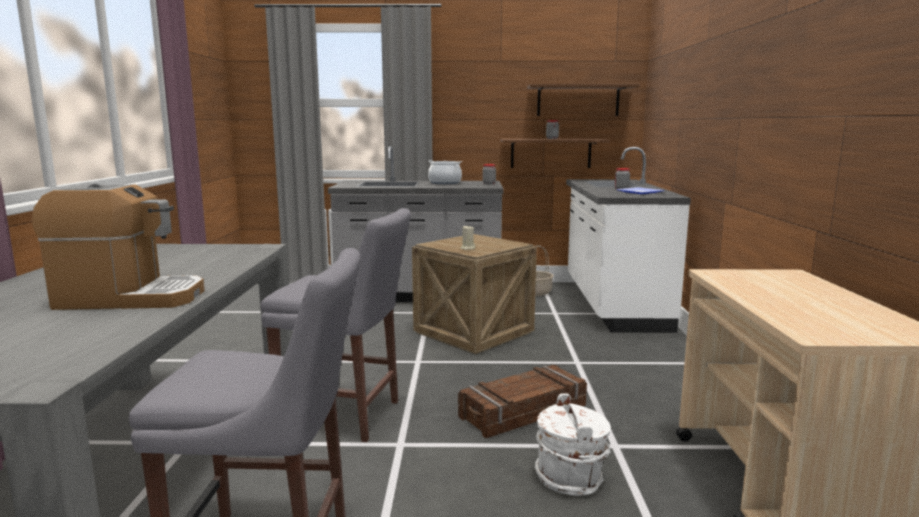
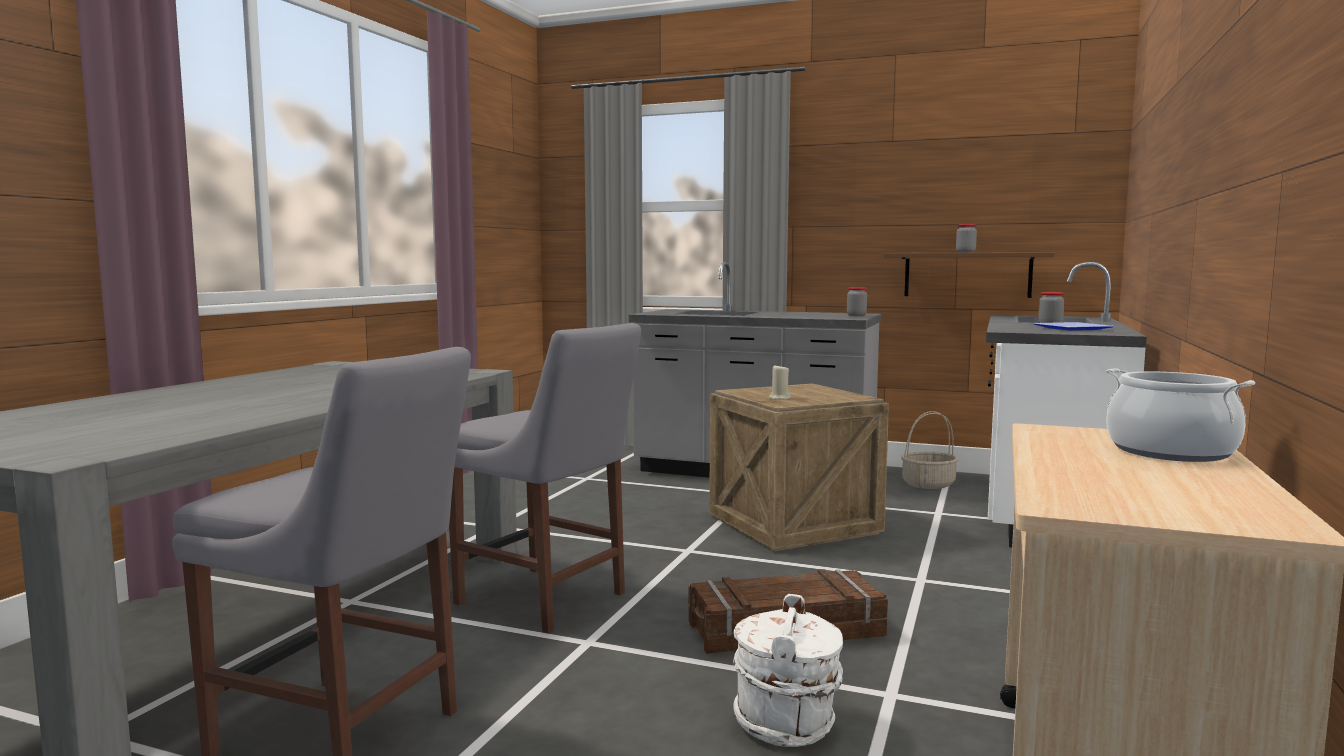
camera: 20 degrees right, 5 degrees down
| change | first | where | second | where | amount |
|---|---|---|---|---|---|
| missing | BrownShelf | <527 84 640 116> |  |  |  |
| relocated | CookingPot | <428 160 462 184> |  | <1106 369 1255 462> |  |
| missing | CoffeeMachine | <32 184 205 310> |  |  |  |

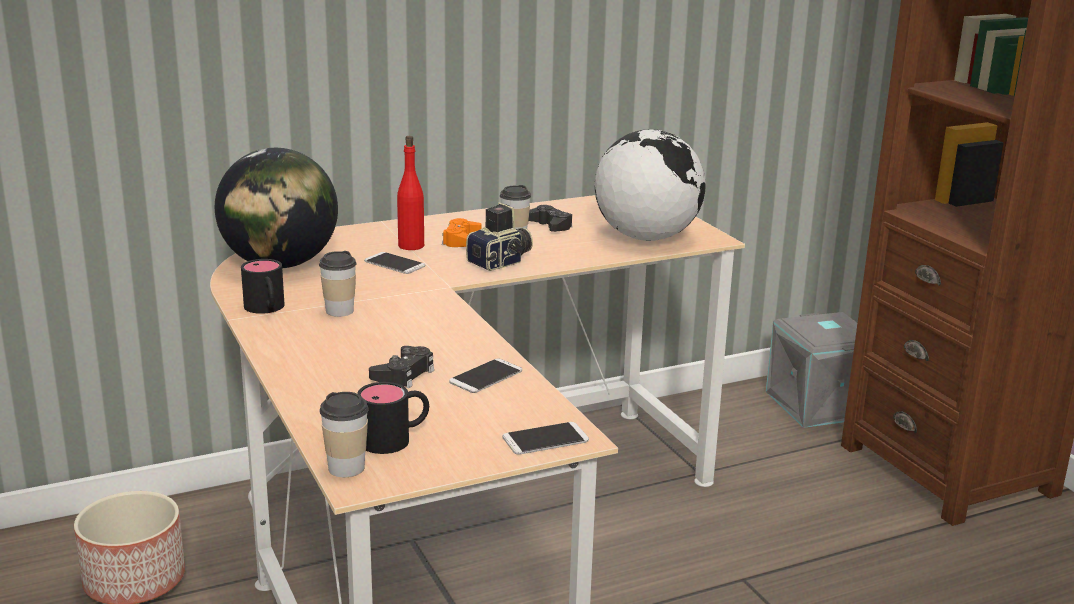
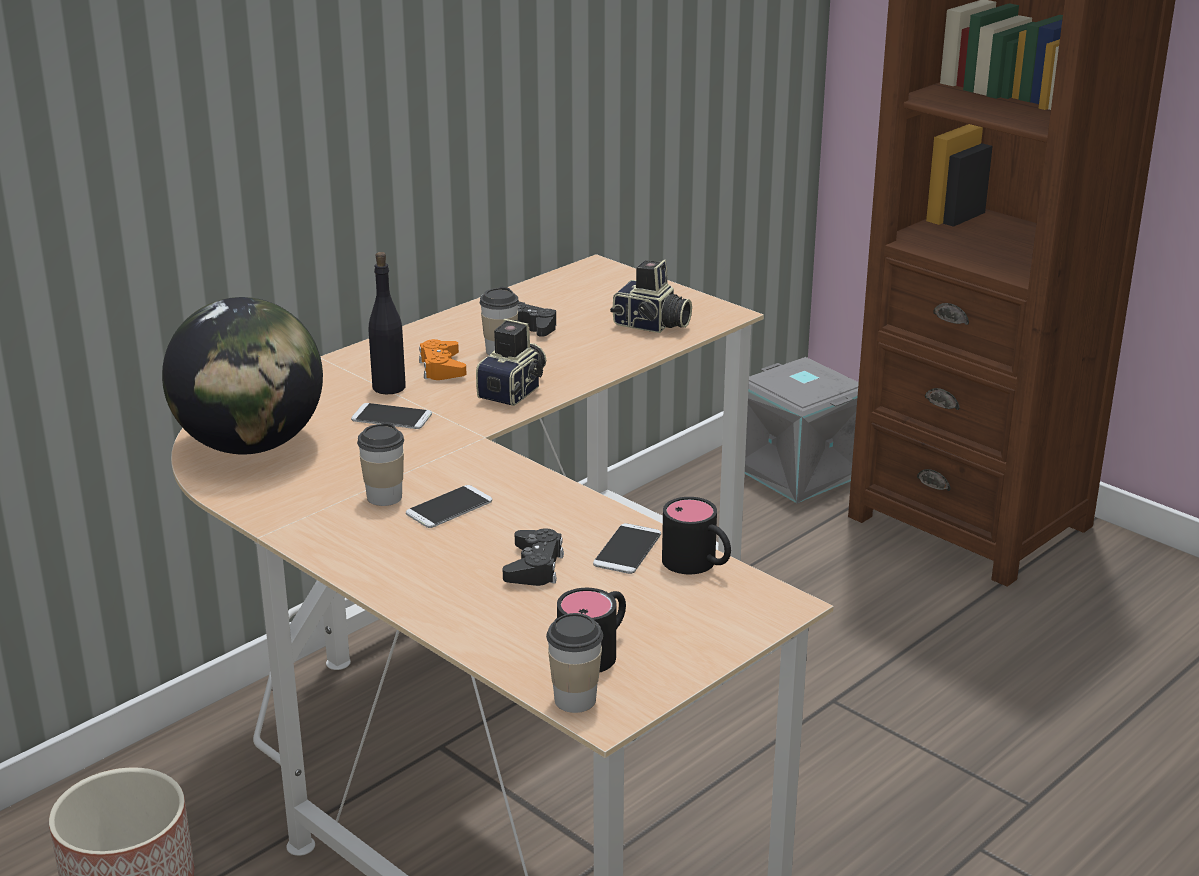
camera: 20 degrees left, 5 degrees up
| change | first | where | second | where | amount |
|---|---|---|---|---|---|
| exchanged | Globe | <594 129 706 241> | PhotoCamera | <610 260 692 333> |  |
| colour | RedBottle | <397 136 424 250> | BlackBottle | <369 252 406 394> |  |
| relocated | BlackMug | <241 259 285 314> |  | <662 497 731 574> |  |
| relocated | Phone | <502 422 589 455> |  | <406 485 492 528> |  |

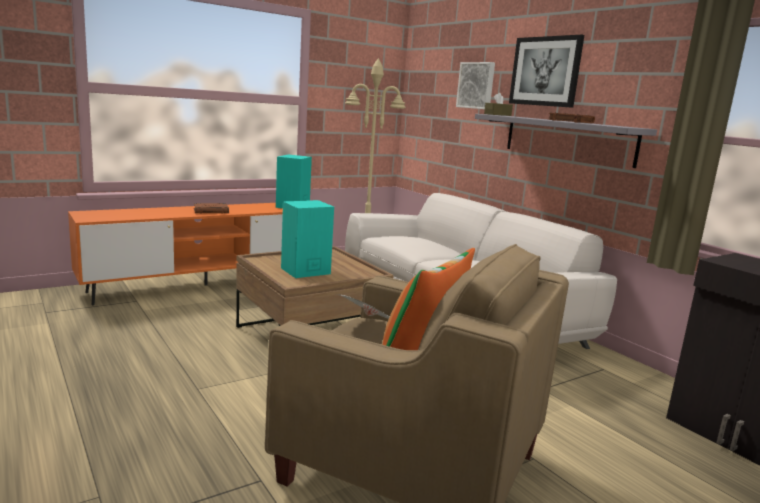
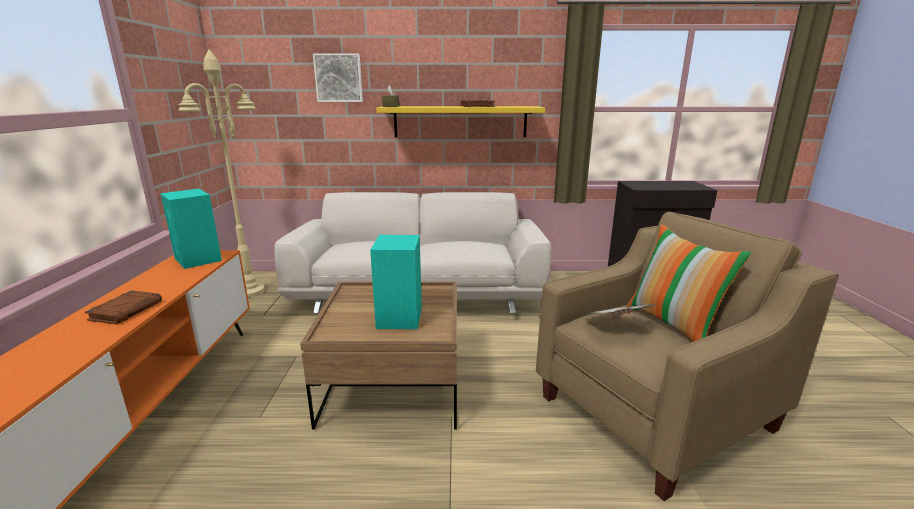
camera: 55 degrees left, 5 degrees up
| change | first | where | second | where | amount |
|---|---|---|---|---|---|
| missing | Picture | <509 35 584 108> |  |  |  |
| colour | GreyShelf | <475 114 657 168> | YellowShelf | <376 106 545 137> |  |

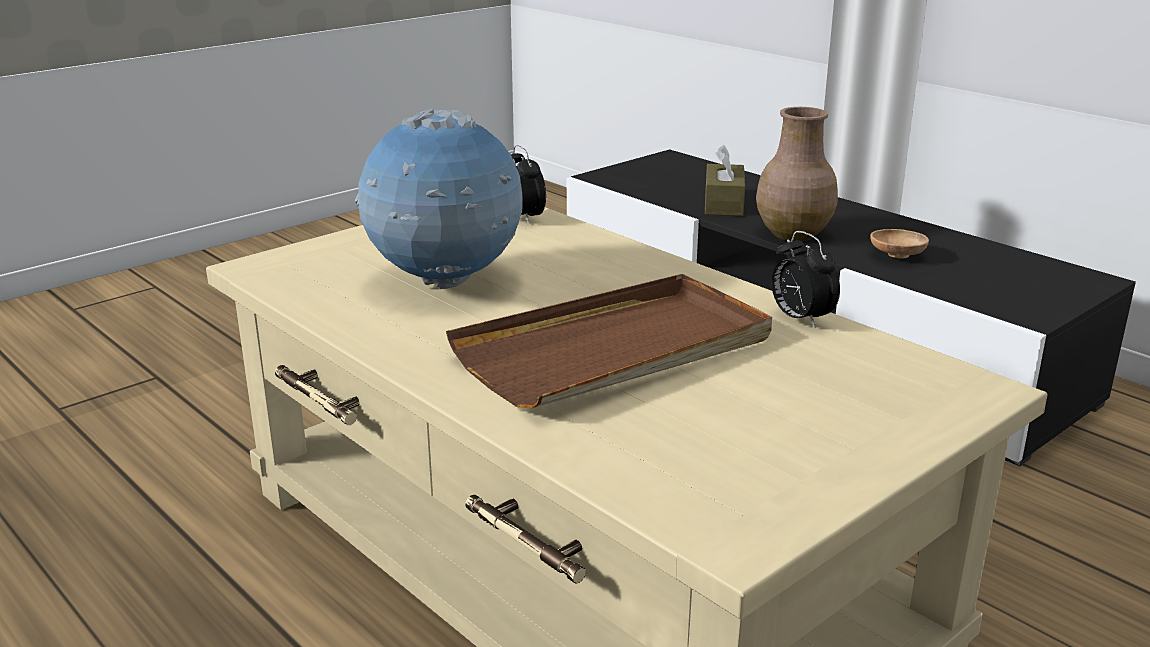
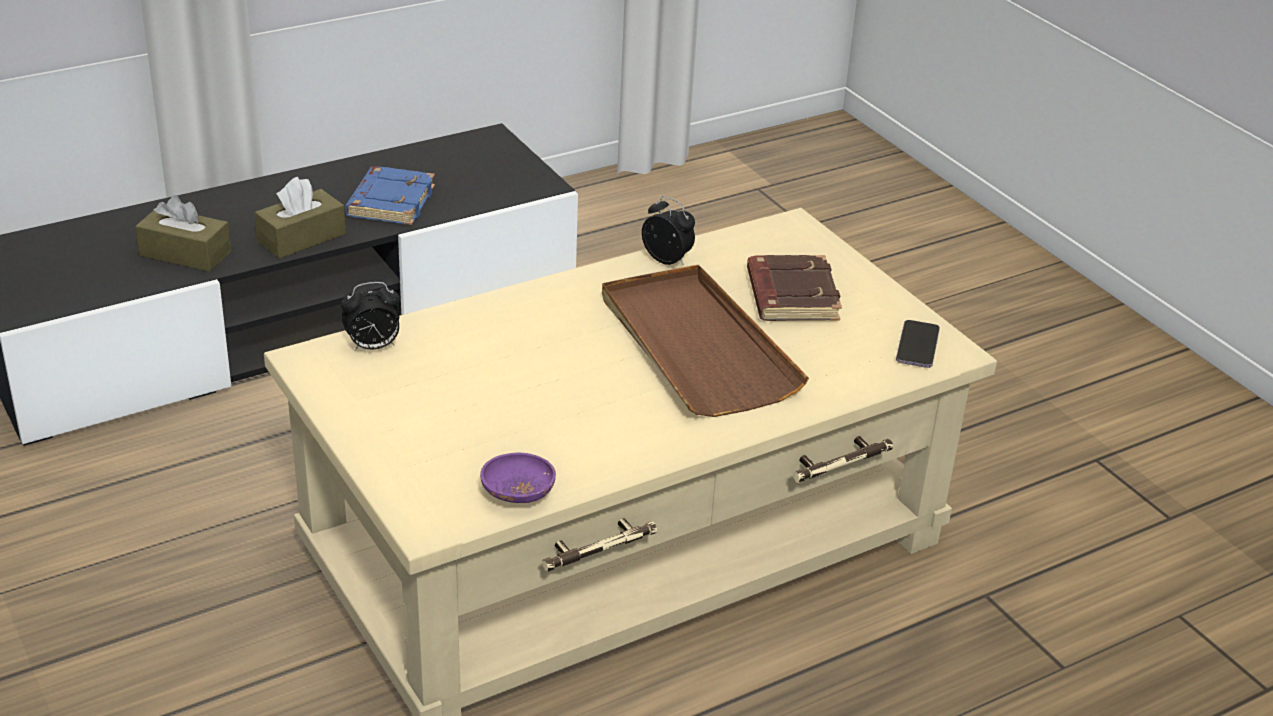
camera: 80 degrees left, 10 degrees up
| change | first | where | second | where | amount |
|---|---|---|---|---|---|
| exchanged | BrownVase | <756 107 838 241> | BrownTissueBox | <254 177 346 259> |  |
| missing | Globe | <355 109 523 289> |  |  |  |
| exchanged | BrownBowl | <870 229 929 259> | BlueBook | <345 166 435 225> |  |
| spun | AlarmClock | <772 231 840 328> |  | <642 196 695 266> | 120 degrees counterclockwise |
| appeared |  |  | BrownBook | <747 255 842 321> |  |
| appeared |  |  | Phone | <896 320 940 368> |  |
| appeared |  |  | PurpleBowl | <480 453 556 503> |  |

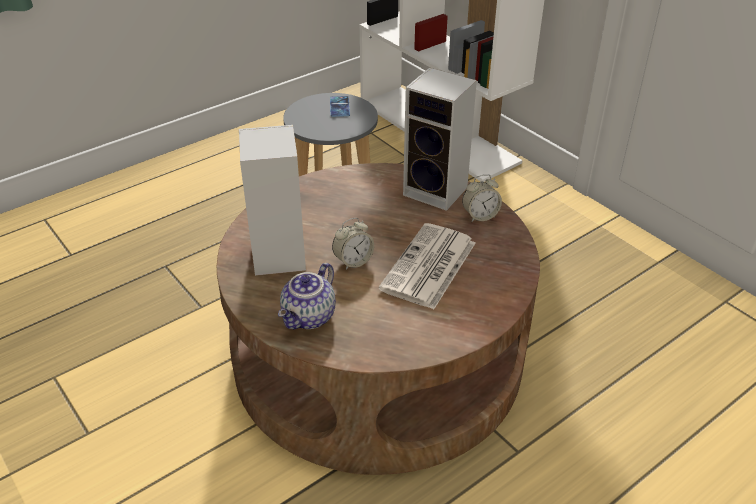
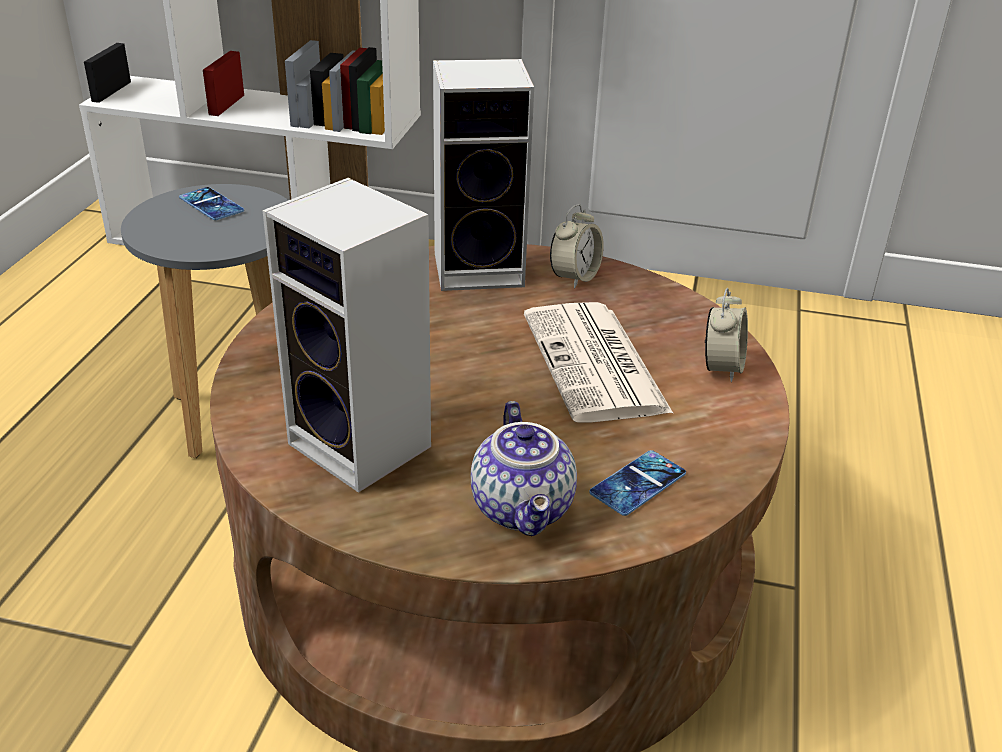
camera: 40 degrees left, 5 degrees down
| change | first | where | second | where | amount |
|---|---|---|---|---|---|
| relocated | AlarmClock | <332 218 374 270> |  | <705 288 748 382> |  |
| appeared |  |  | Phone | <589 450 686 516> |  |

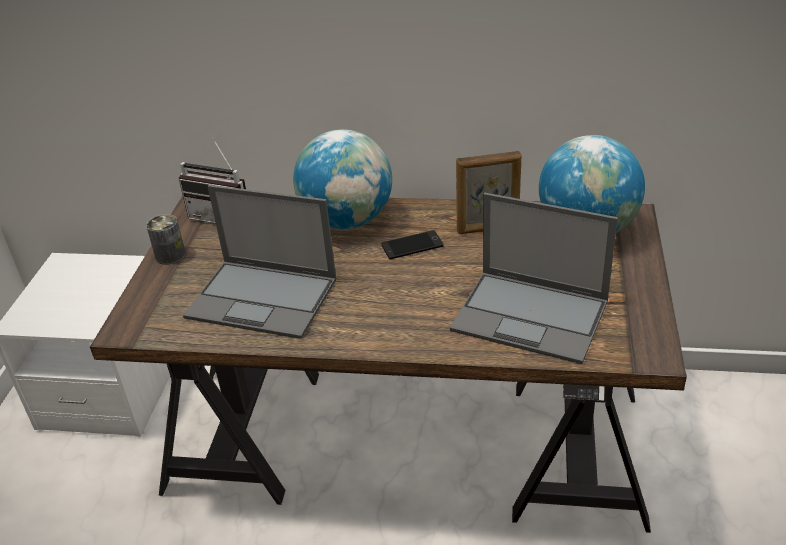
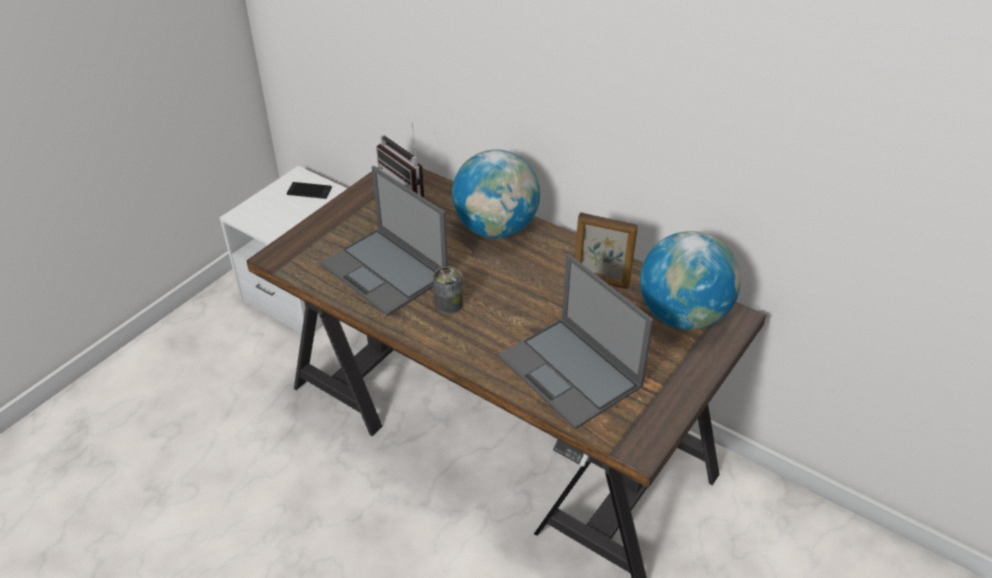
camera: 25 degrees right, 5 degrees up
| change | first | where | second | where | amount |
|---|---|---|---|---|---|
| relocated | Can | <146 214 186 265> |  | <433 267 463 314> |  |
| relocated | Phone | <381 230 444 259> |  | <287 182 332 199> |  |

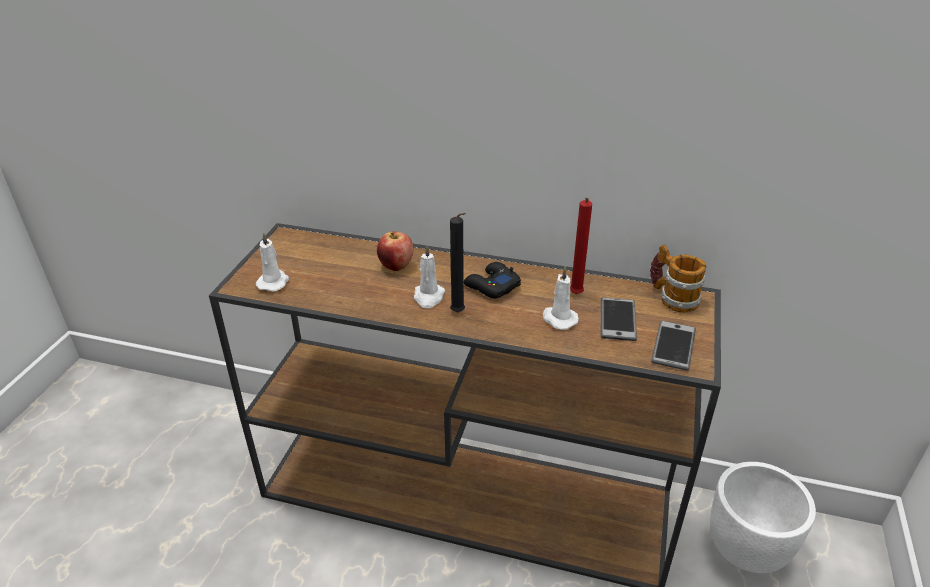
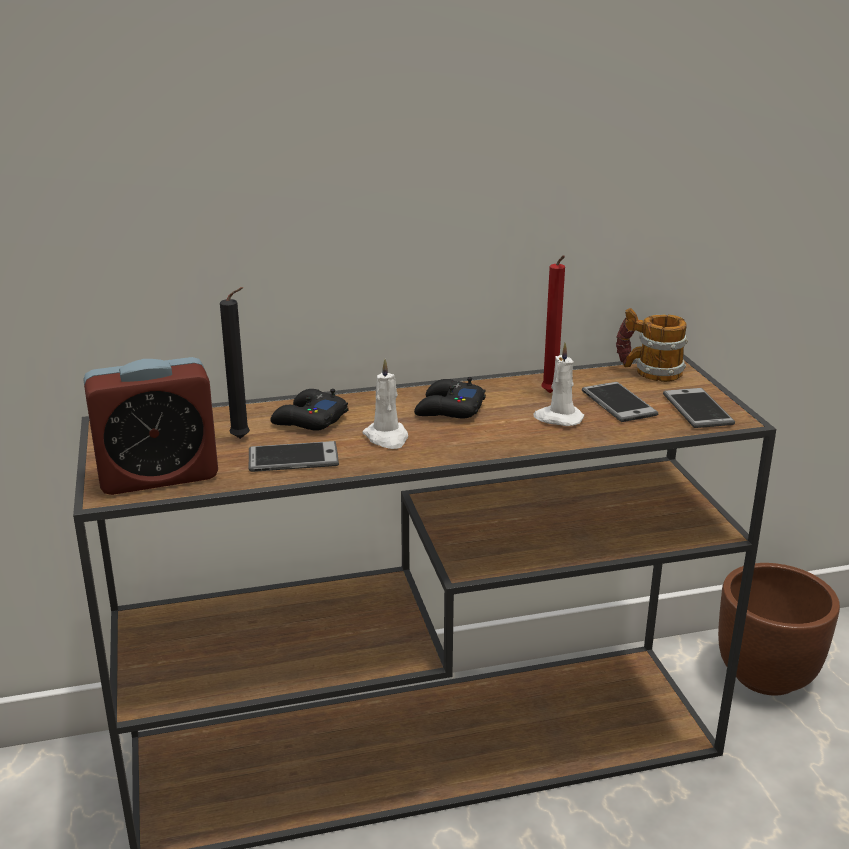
camera: 30 degrees left, 10 degrees down
| change | first | where | second | where | amount |
|---|---|---|---|---|---|
| relocated | BlackCandle | <450 213 466 312> |  | <220 287 250 439> |  |
| exchanged | WhiteCandle | <256 232 289 291> | AlarmClock | <83 357 218 495> |  |
| exchanged | Apple | <377 232 413 271> | BlackGameController | <270 389 348 431> |  |
| colour | WhitePlanter | <710 462 816 573> | BrownPlanter | <718 563 840 696> |  |
| appeared |  |  | Phone | <249 441 339 472> |  |

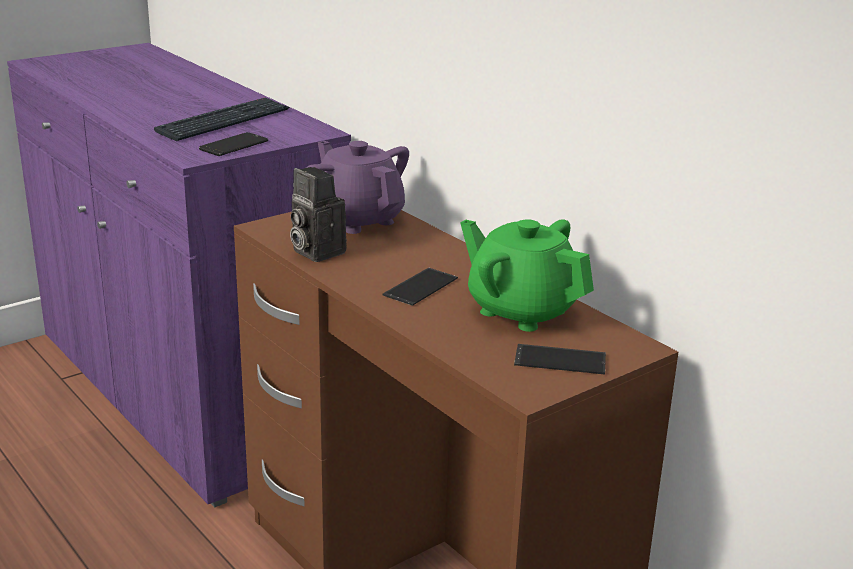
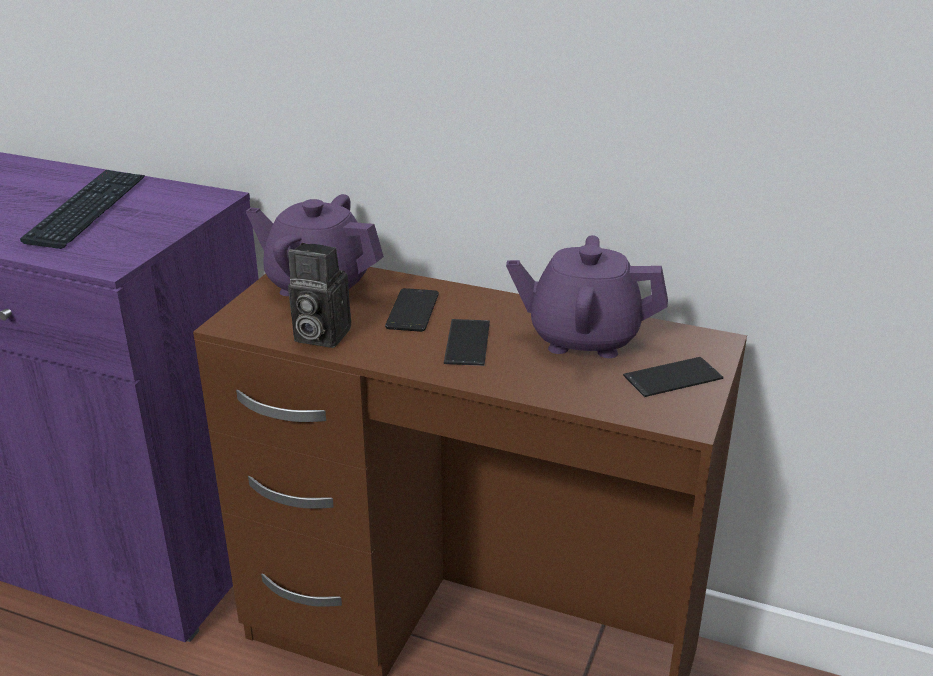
camera: 30 degrees left, 5 degrees up
| change | first | where | second | where | amount |
|---|---|---|---|---|---|
| relocated | Phone | <199 132 268 156> |  | <385 288 439 332> |  |
| colour | GreenTeapot | <461 219 594 332> | PurpleTeapot | <506 235 668 358> |  |

